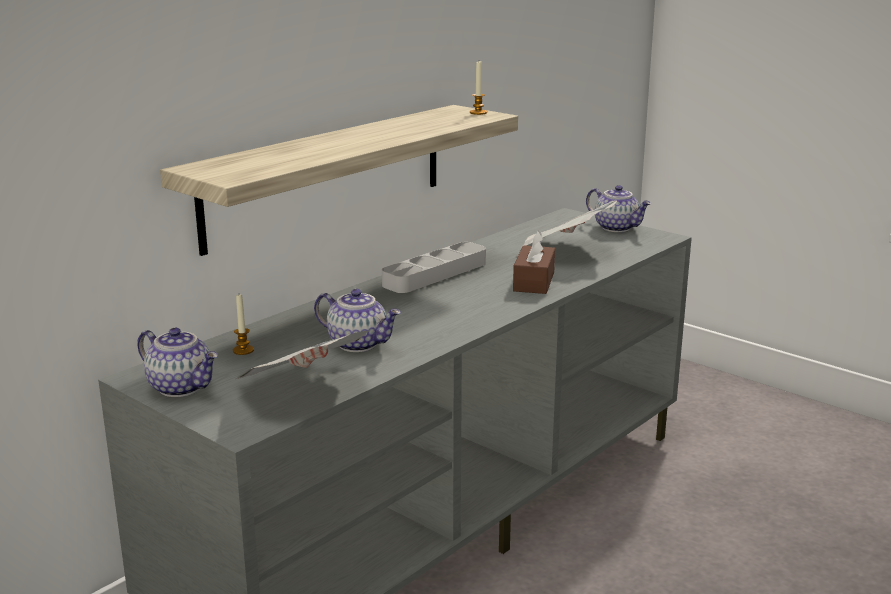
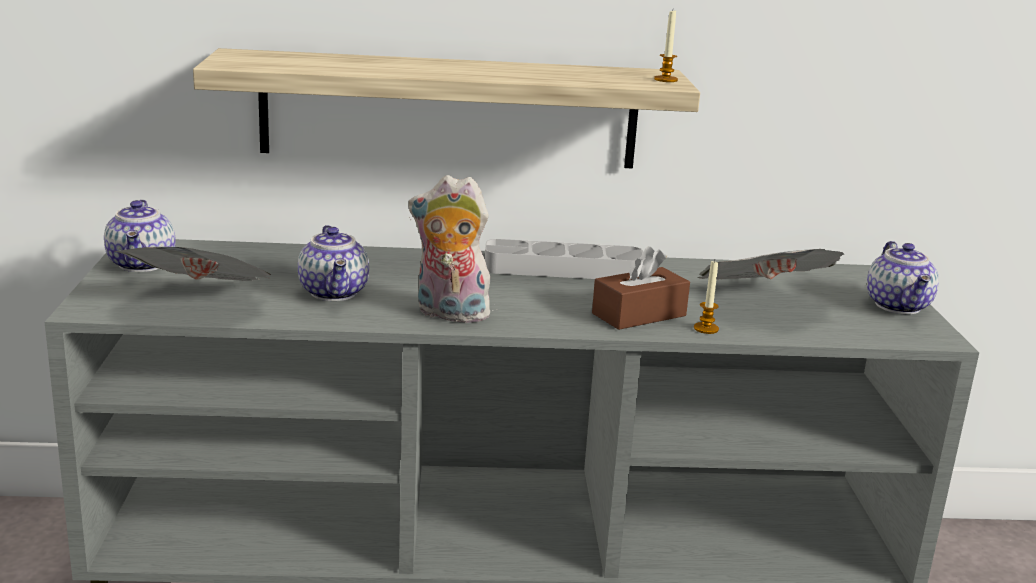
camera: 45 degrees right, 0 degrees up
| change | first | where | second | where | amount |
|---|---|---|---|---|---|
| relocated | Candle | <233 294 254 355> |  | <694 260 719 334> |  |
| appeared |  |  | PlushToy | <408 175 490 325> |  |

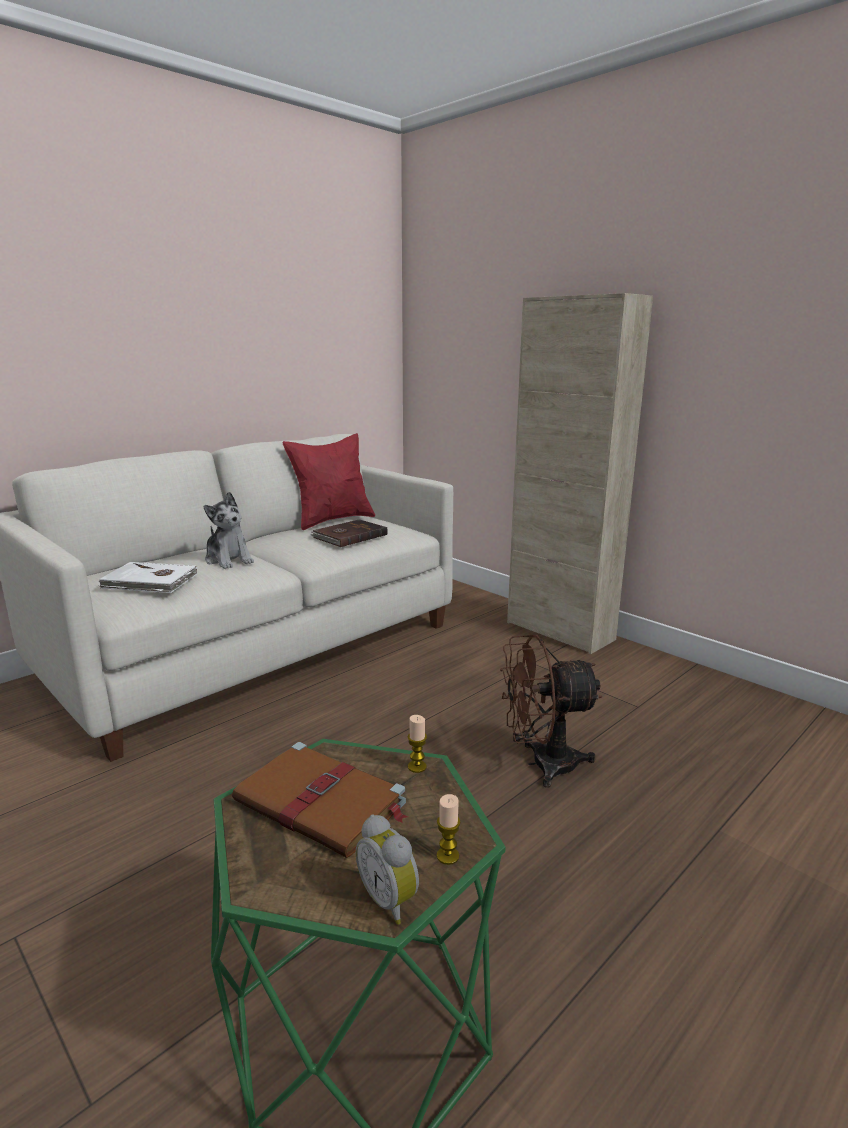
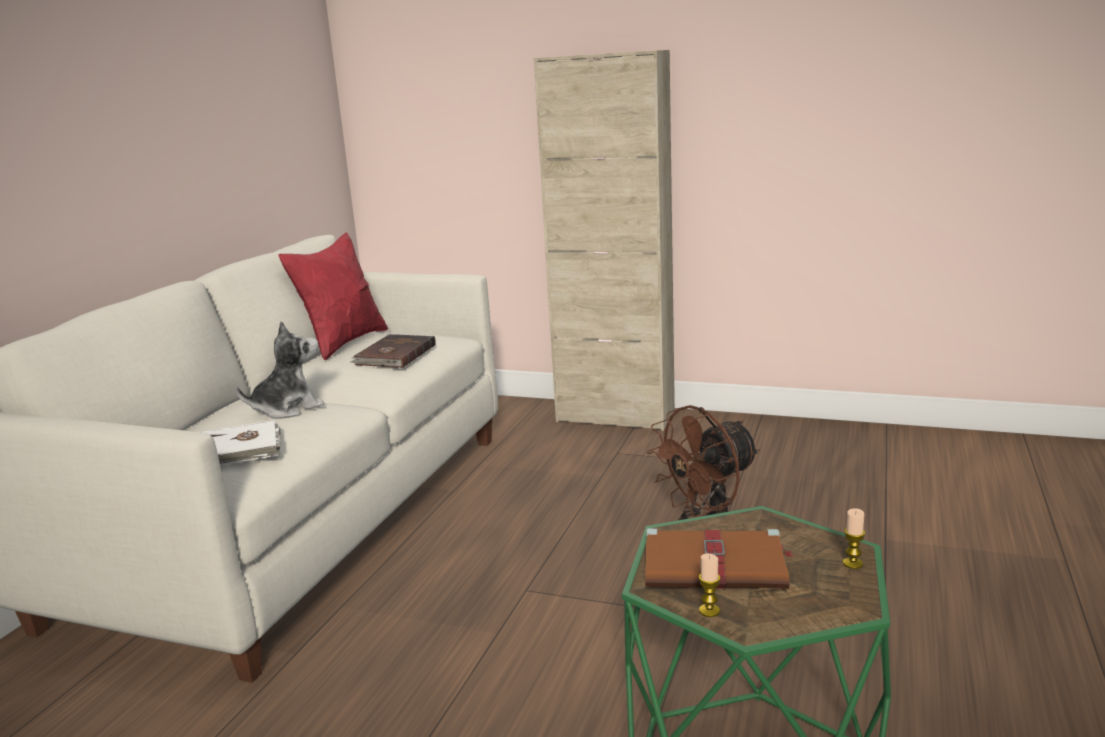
camera: 25 degrees left, 0 degrees up
| change | first | where | second | where | amount |
|---|---|---|---|---|---|
| spun | PlushToy | <204 492 254 569> |  | <236 321 325 419> | 60 degrees counterclockwise |
| relocated | Candle | <408 715 427 773> |  | <699 554 720 617> |  |
| missing | AlarmClock | <356 815 419 925> |  |  |  |

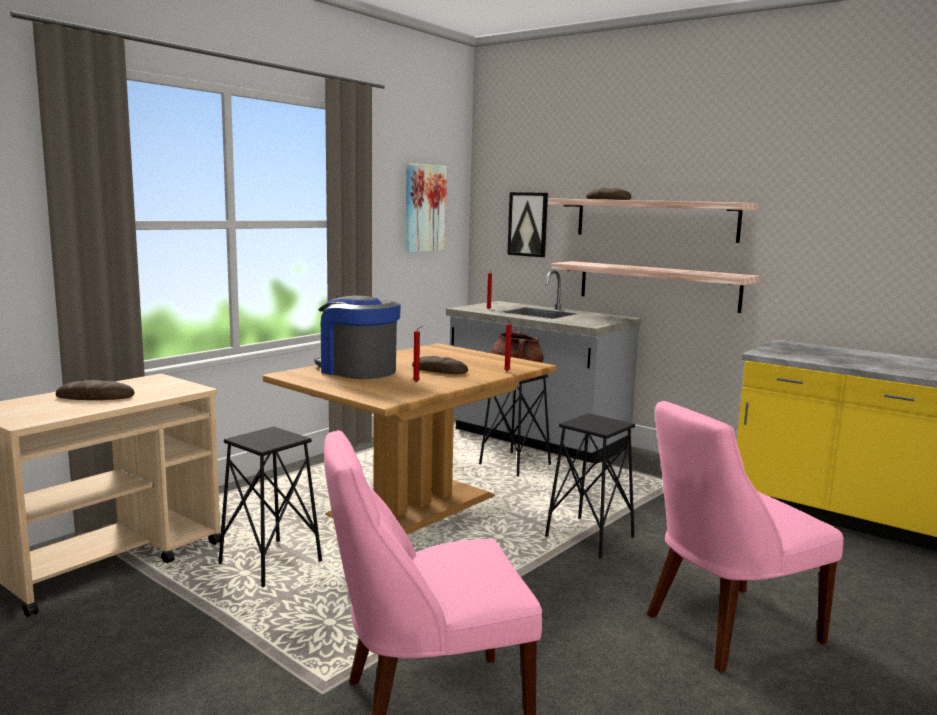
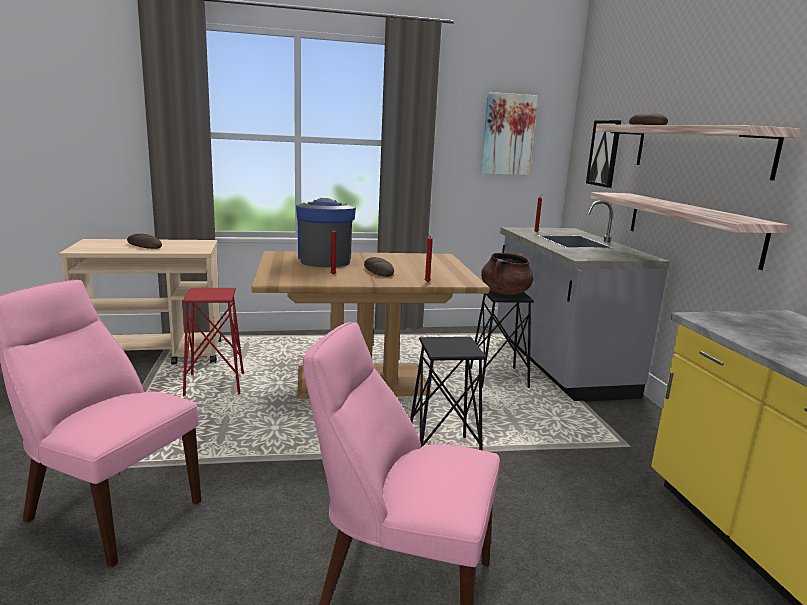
camera: 40 degrees right, 5 degrees up
| change | first | where | second | where | amount |
|---|---|---|---|---|---|
| colour | BlackStool | <218 426 322 587> | RedStool | <183 288 244 396> |  |

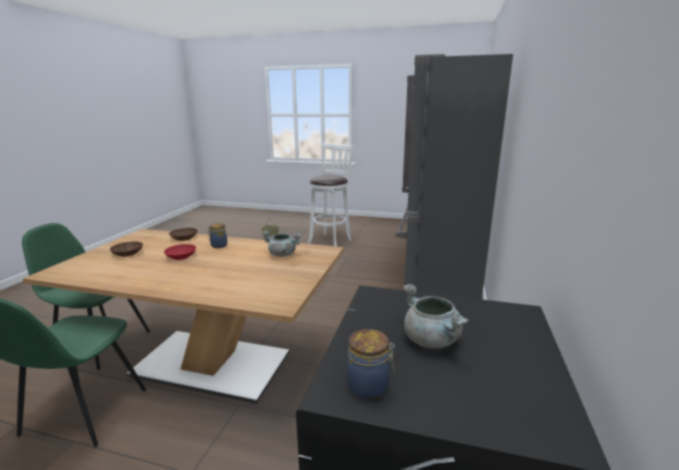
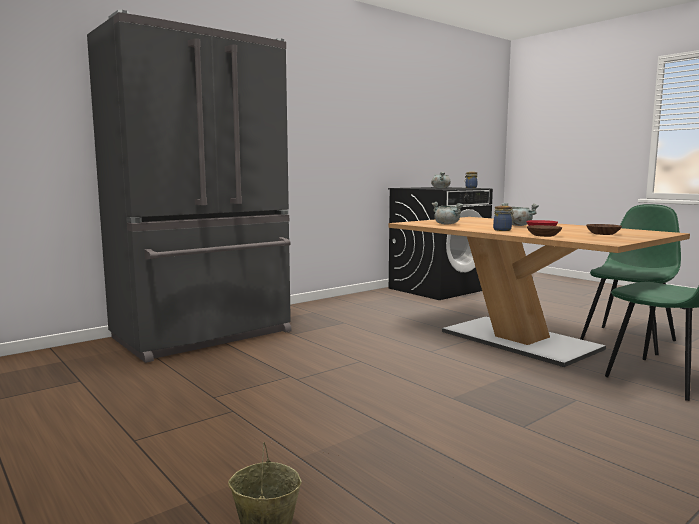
camera: 145 degrees left, 10 degrees down
| change | first | where | second | where | amount |
|---|---|---|---|---|---|
| missing | WhiteStool | <308 143 354 247> |  |  |  |
| appeared |  |  | GreyCookingPot | <502 203 539 226> |  |

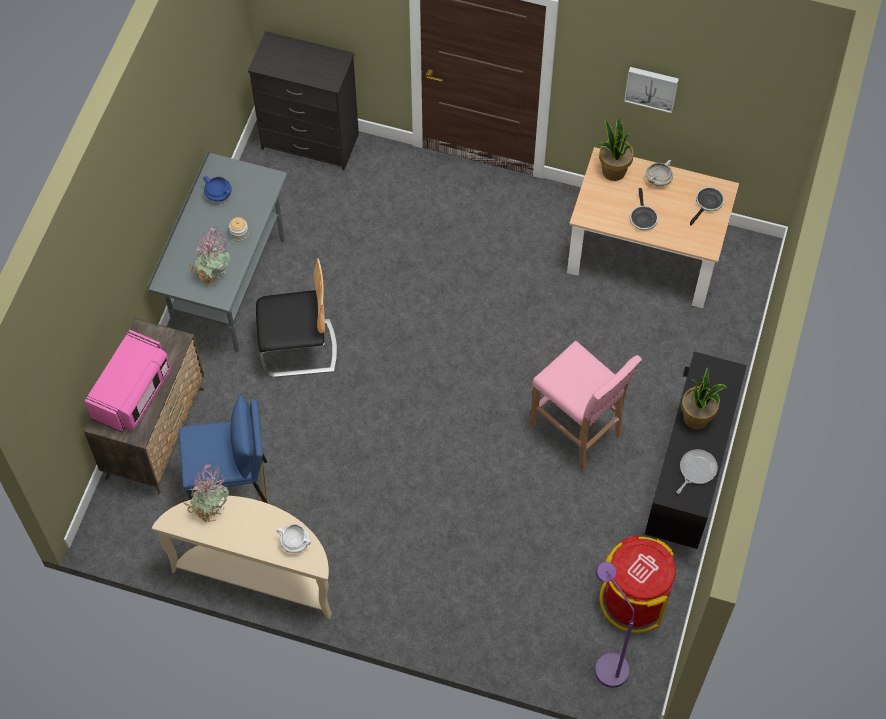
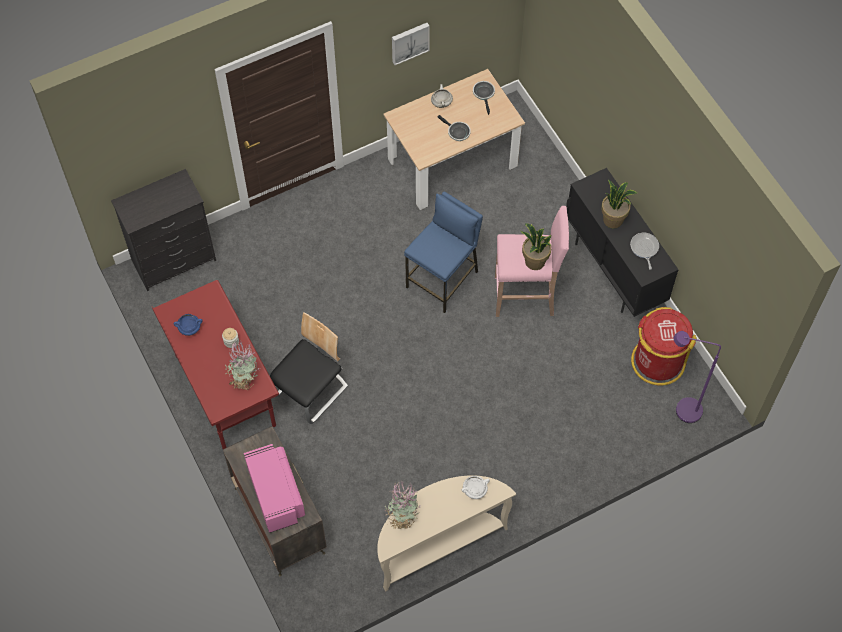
camera: 45 degrees left, 0 degrees up
| change | first | where | second | where | amount |
|---|---|---|---|---|---|
| relocated | PottedPlant | <598 118 634 181> |  | <521 223 551 270> |  |
| colour | GreyDesk | <147 150 288 353> | RedDesk | <152 280 279 449> |  |
| relocated | BlueStool | <179 395 268 503> |  | <404 191 483 313> |  |

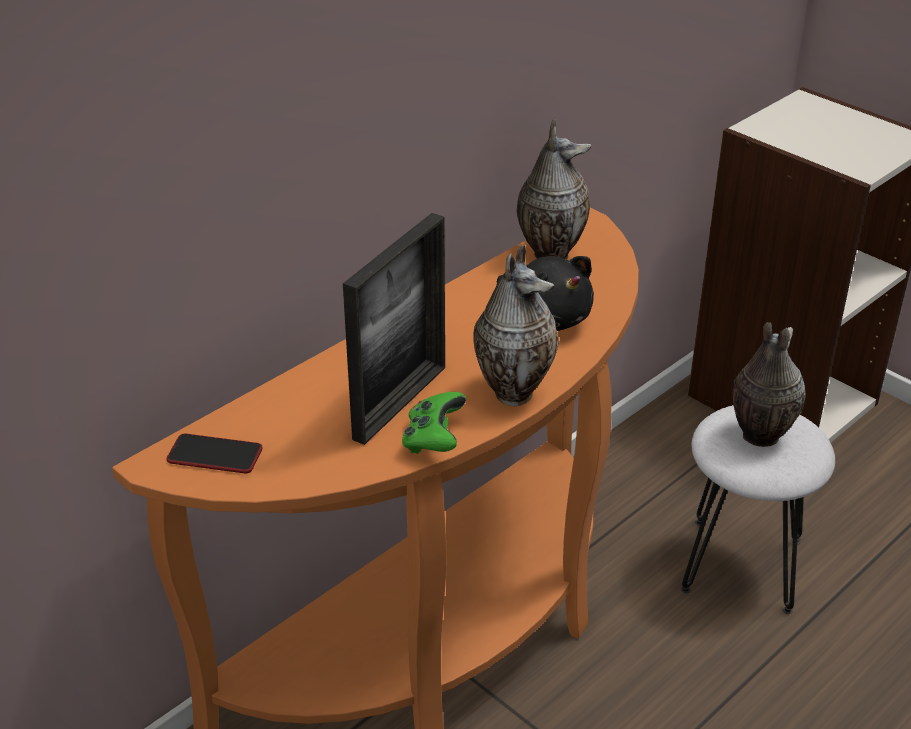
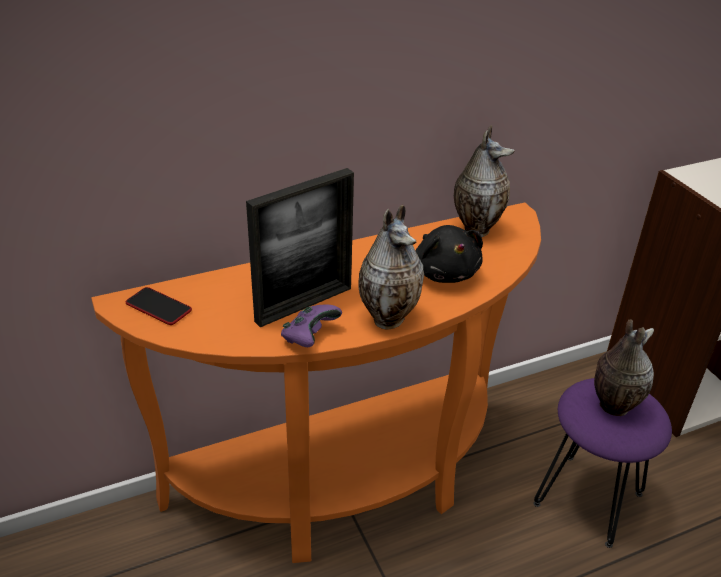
camera: 20 degrees right, 0 degrees up
| change | first | where | second | where | amount |
|---|---|---|---|---|---|
| colour | GreenGameController | <402 392 466 454> | PurpleGameController | <281 305 342 347> |  |
| colour | WhiteStool | <681 405 835 614> | PurpleStool | <534 378 672 548> |  |

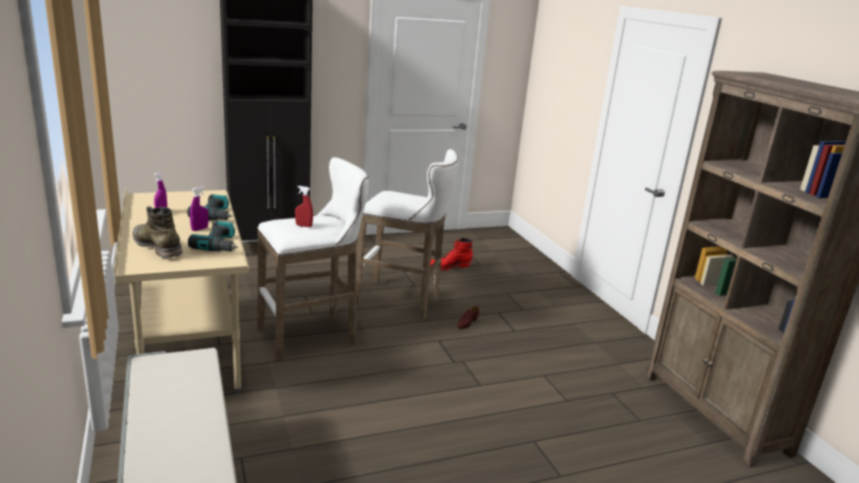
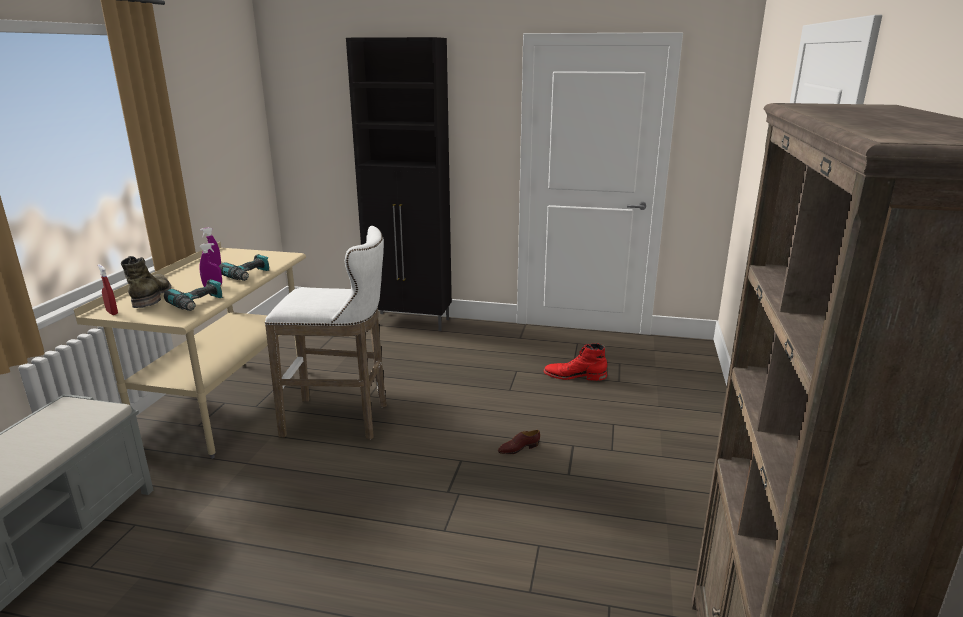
camera: 35 degrees right, 0 degrees up
| change | first | where | second | where | amount |
|---|---|---|---|---|---|
| missing | WhiteStool | <356 149 458 318> |  |  |  |
| relocated | RedSprayBottle | <295 186 313 227> |  | <98 264 118 315> |  |

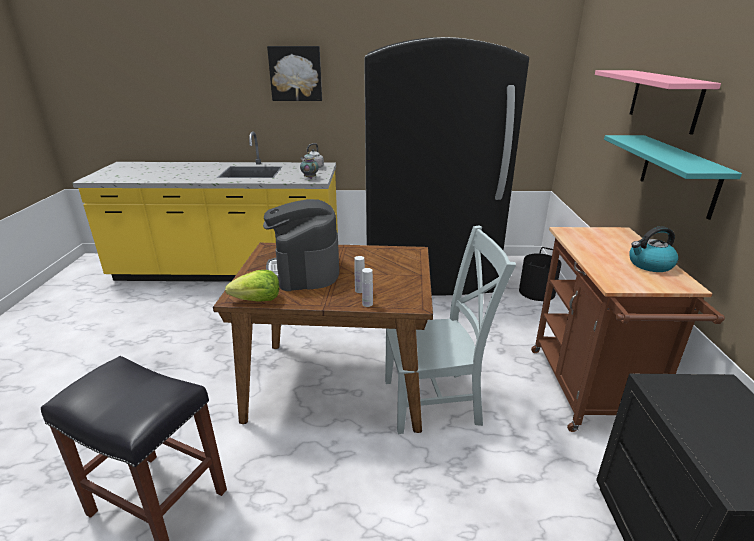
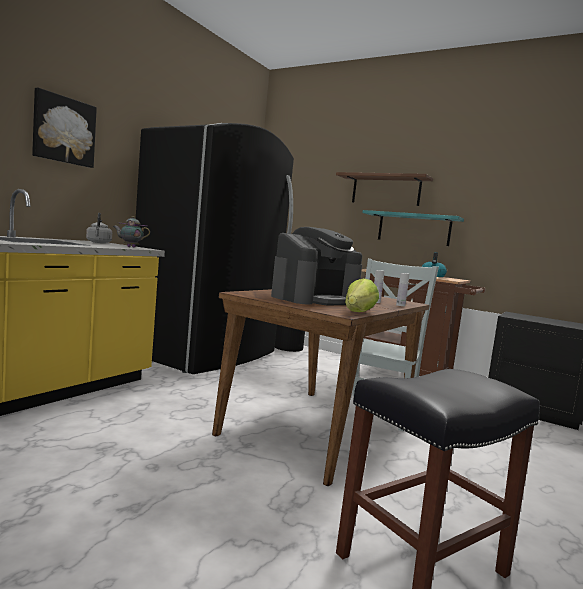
camera: 60 degrees left, 20 degrees down
| change | first | where | second | where | amount |
|---|---|---|---|---|---|
| colour | PinkShelf | <595 70 721 135> | BrownShelf | <336 172 433 206> |  |
| spun | CoffeeMachine | <263 199 339 291> |  | <271 227 362 305> | 60 degrees counterclockwise |

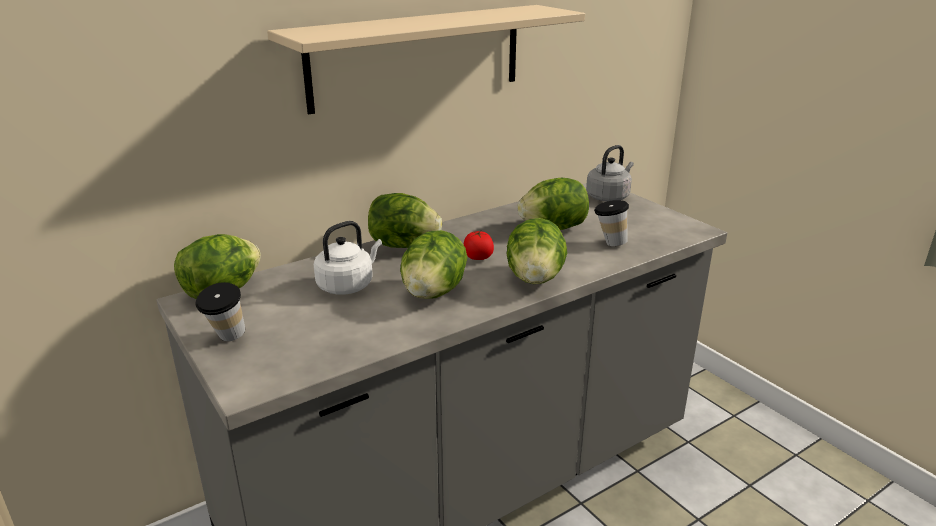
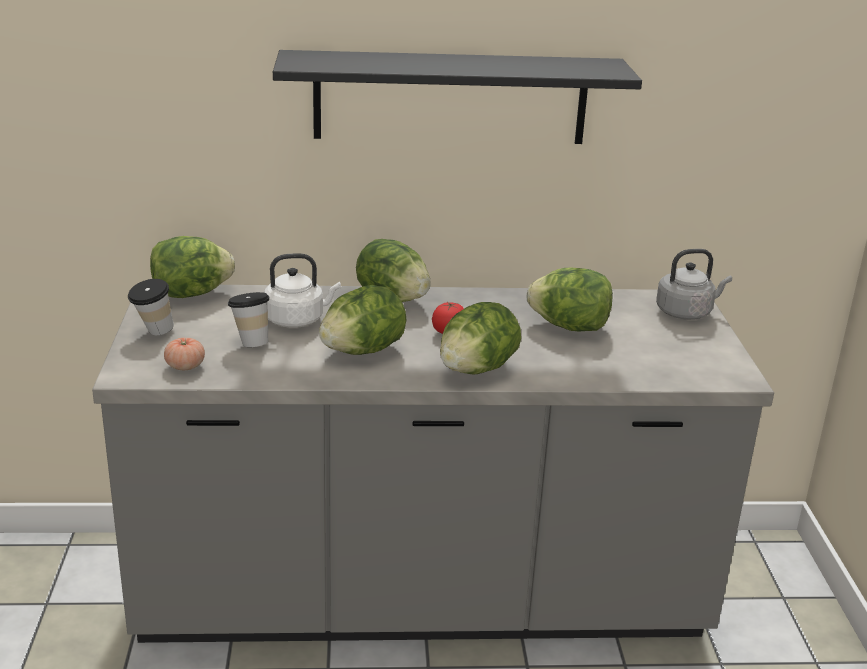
camera: 30 degrees right, 0 degrees up
| change | first | where | second | where | amount |
|---|---|---|---|---|---|
| colour | BeigeShelf | <267 5 585 114> | BlackShelf | <273 50 642 144> |  |
| relocated | Cup | <594 200 629 246> |  | <228 292 269 347> |  |
| appeared |  |  | Tomato | <164 338 205 370> |  |

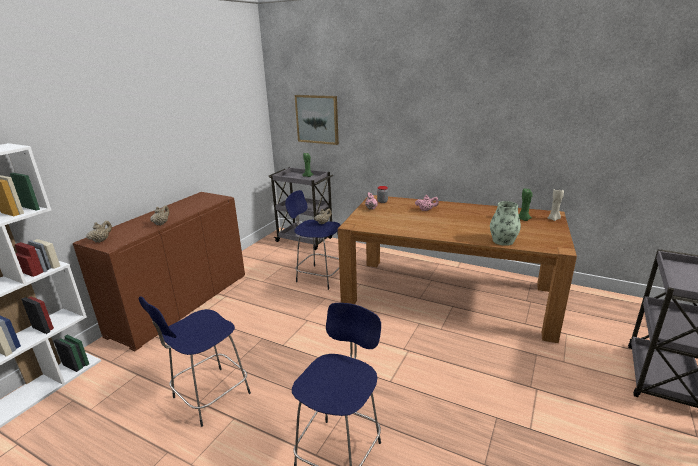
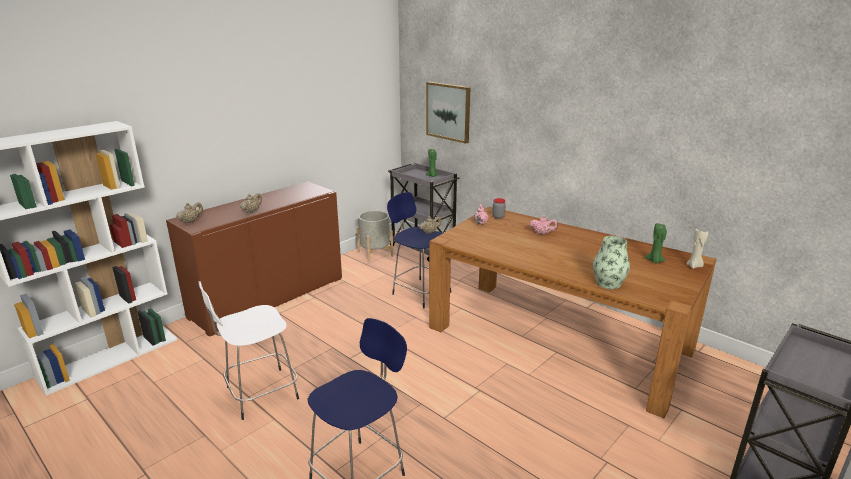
camera: 15 degrees right, 0 degrees up
| change | first | where | second | where | amount |
|---|---|---|---|---|---|
| colour | BlueStool | <139 296 251 427> | WhiteStool | <199 281 299 420> |  |
| appeared |  |  | GreyPlanter | <356 210 393 262> |  |

